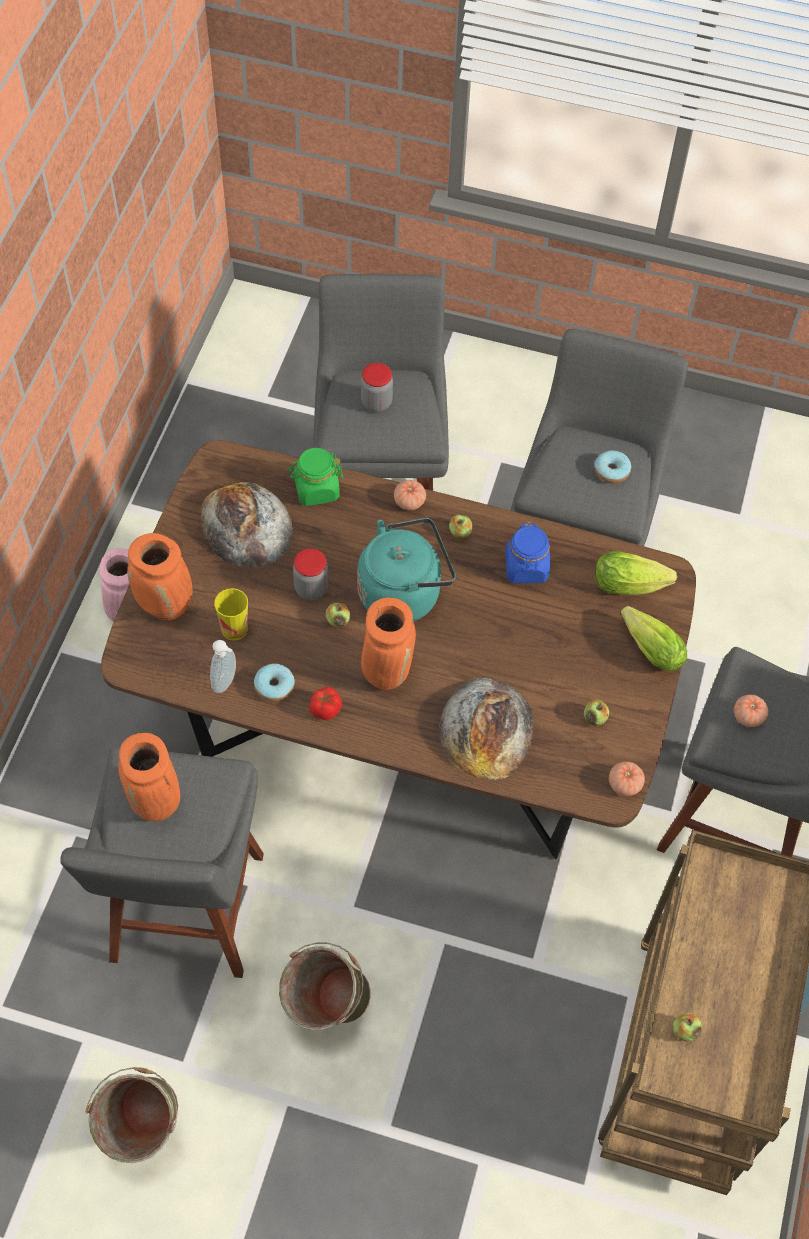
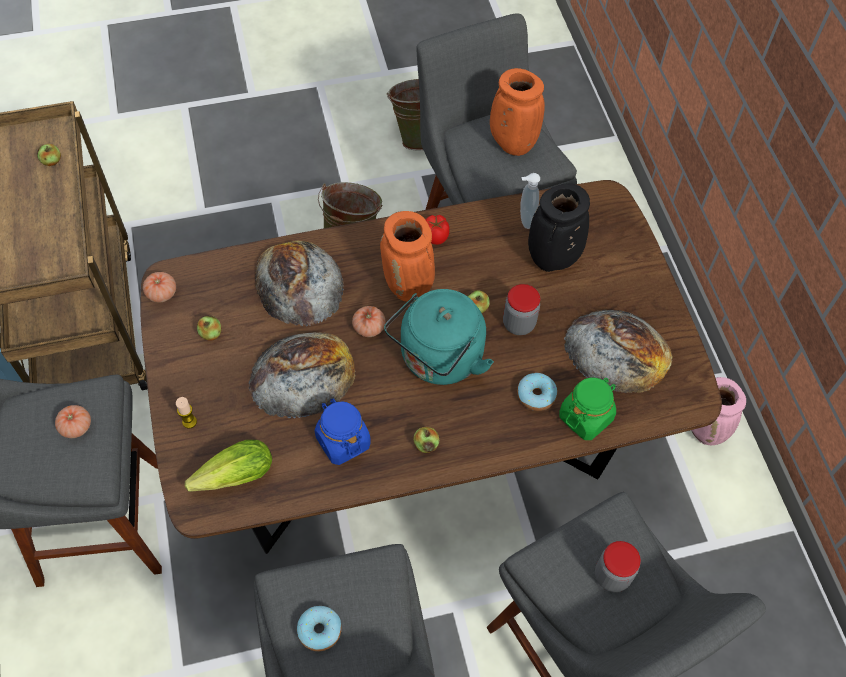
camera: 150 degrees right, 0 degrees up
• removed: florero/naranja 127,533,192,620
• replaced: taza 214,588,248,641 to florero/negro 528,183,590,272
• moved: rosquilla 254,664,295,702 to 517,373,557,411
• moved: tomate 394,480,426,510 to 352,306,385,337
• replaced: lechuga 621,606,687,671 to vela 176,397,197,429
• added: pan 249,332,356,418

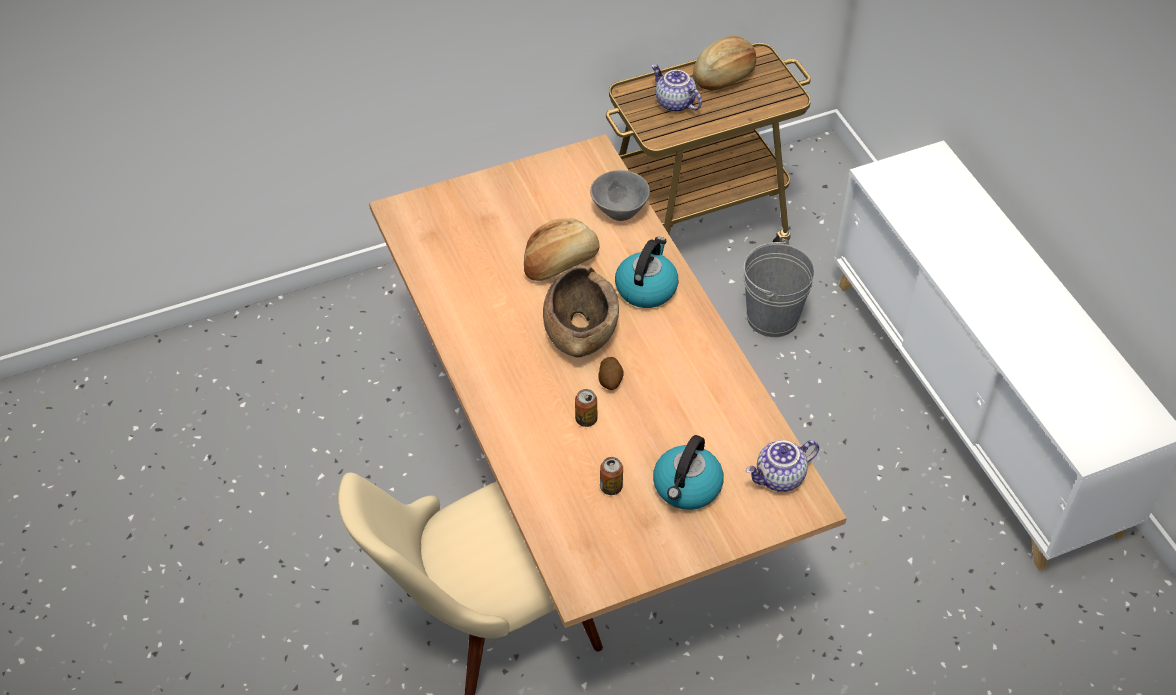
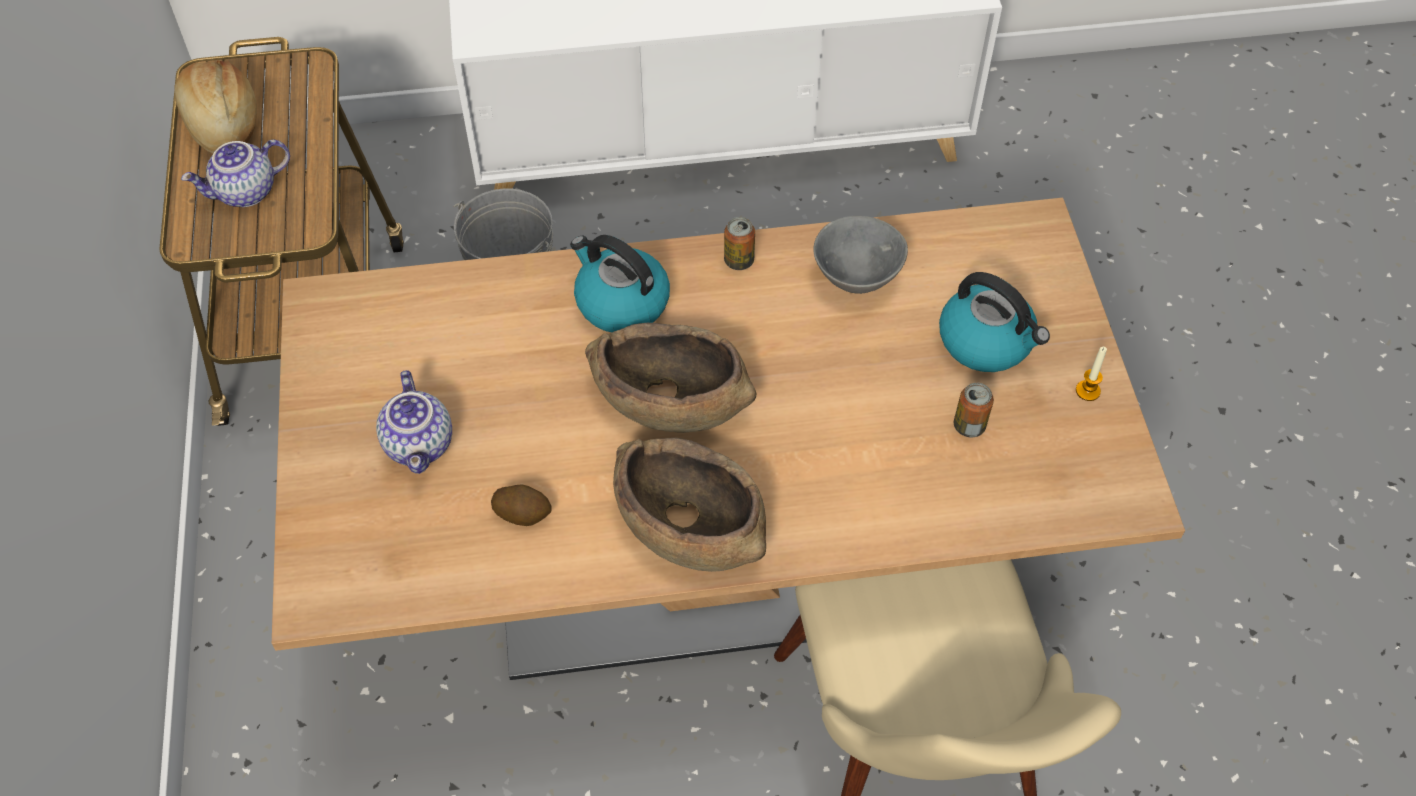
camera: 75 degrees left, 5 degrees up
• removed: pan 524,218,600,281
• moved: lata 575,389,597,427 to 724,217,755,270
• moved: cuenco/gris 590,170,650,221 to 813,216,908,294
• moved: patata 598,357,624,390 to 491,484,552,526
• moved: tetera 746,440,819,492 to 376,370,452,474
• added: cuenco/marrón 613,438,766,572
• added: vela 1076,347,1107,401

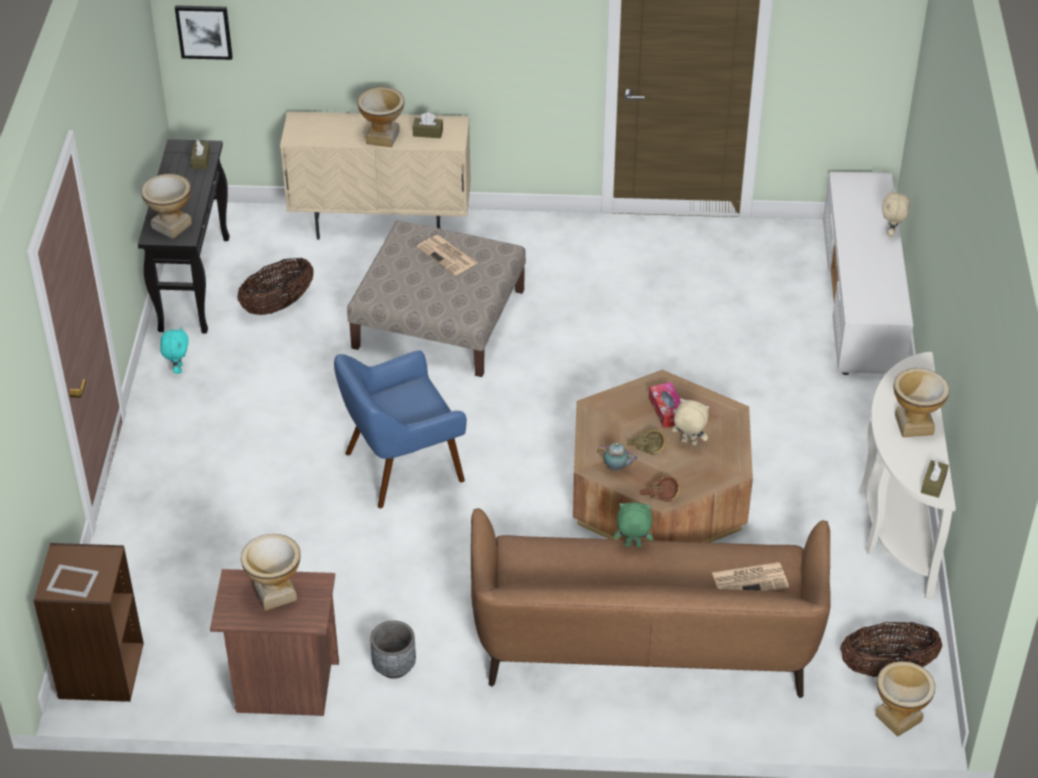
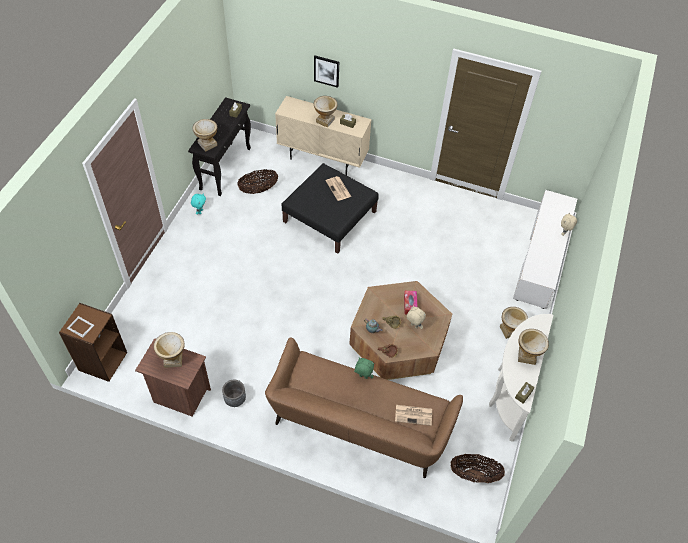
camera: 15 degrees right, 10 degrees up
• moved: cuadro 175,5,233,60 to 314,56,339,88
• removed: sillón/azul 334,350,467,508
• recoloured: puf/beis 347,220,526,377 to puf/negro 282,163,379,254
• moved: florero 875,661,935,737 to 500,307,528,339

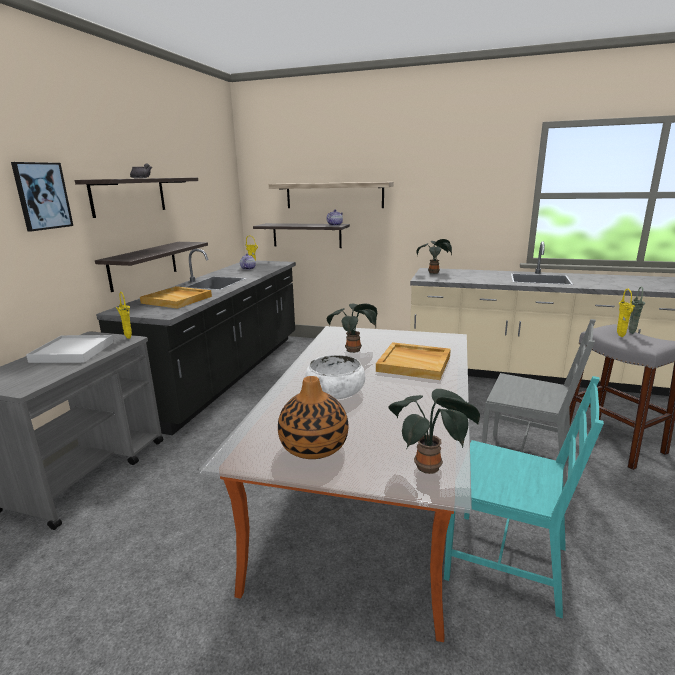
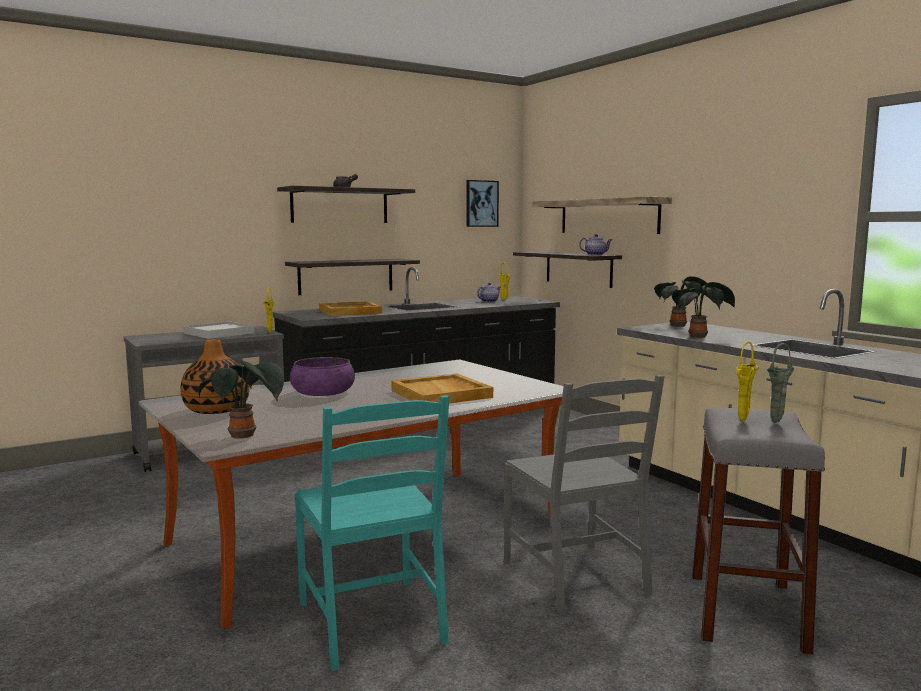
camera: 40 degrees right, 10 degrees down
• moved: cuadro 11,162,73,231 to 467,180,499,227
• recoloured: cuenco/blanco 305,355,365,399 to cuenco/morado 290,357,355,396
• moved: planta en maceta 327,304,377,353 to 671,282,735,338

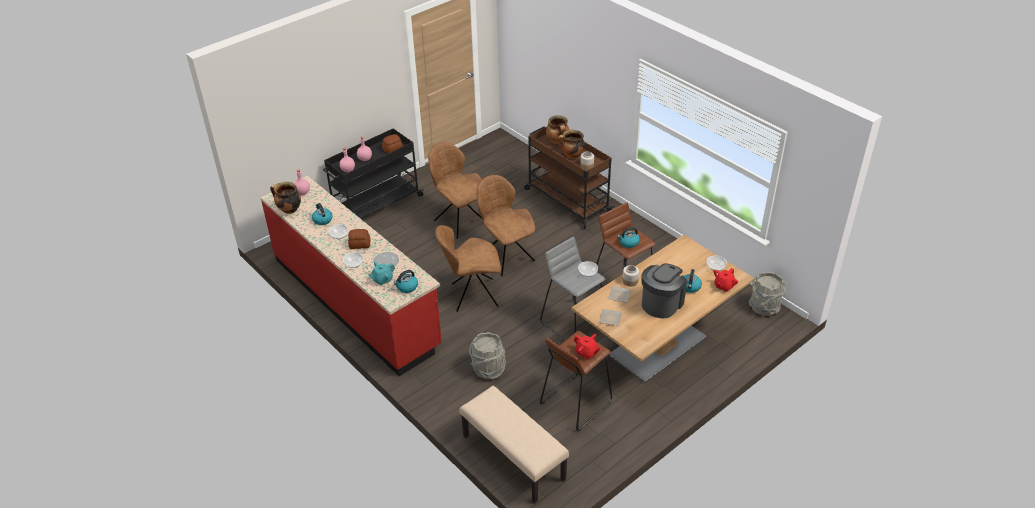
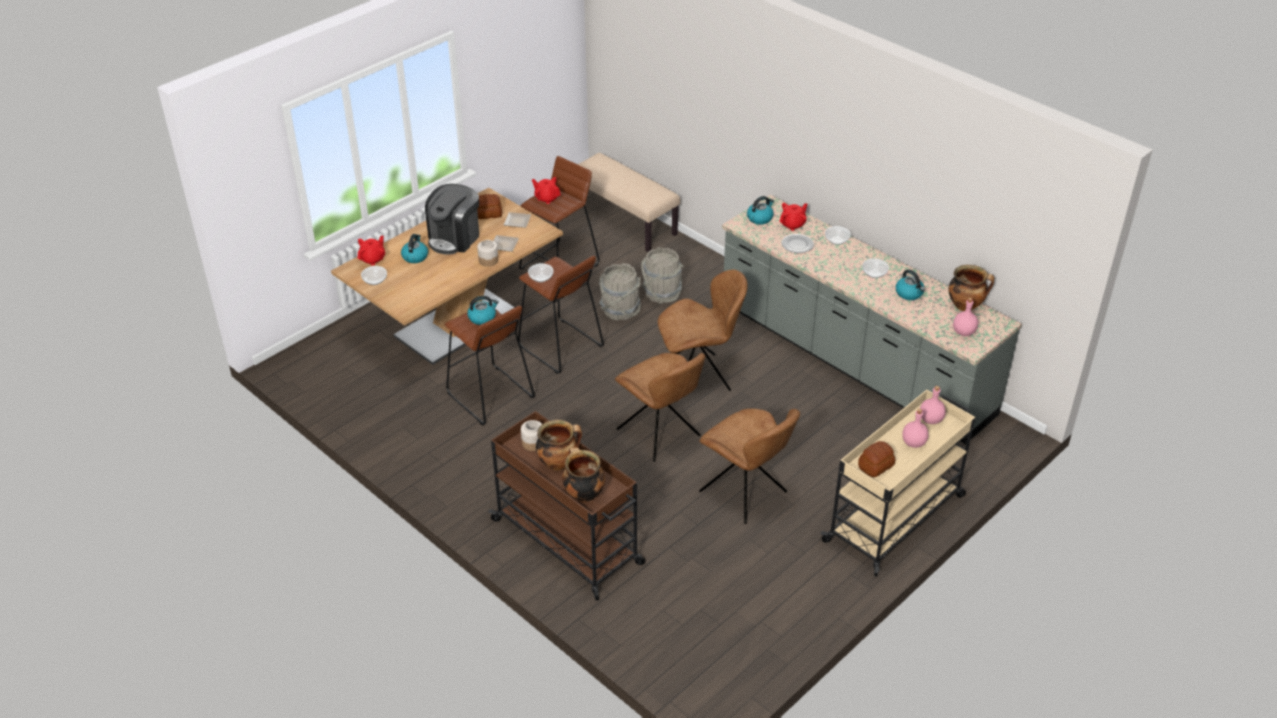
camera: 175 degrees right, 0 degrees up
• recoloured: mueble bajo de cocina/rojo 260,176,442,376 to mueble bajo de cocina/gris 722,195,1022,444
• recoloured: carrito/negro 323,128,424,219 to carrito/beis 821,390,976,576
• moved: pan 348,229,370,249 to 477,194,502,219
• recoloured: tetera/turquesa 368,262,395,285 to tetera/rojo 779,203,808,231
• recoloured: taburete/gris 540,237,606,341 to taburete/marrón 518,256,604,374
• moved: cubo/gris 749,272,786,316 to 599,263,641,320

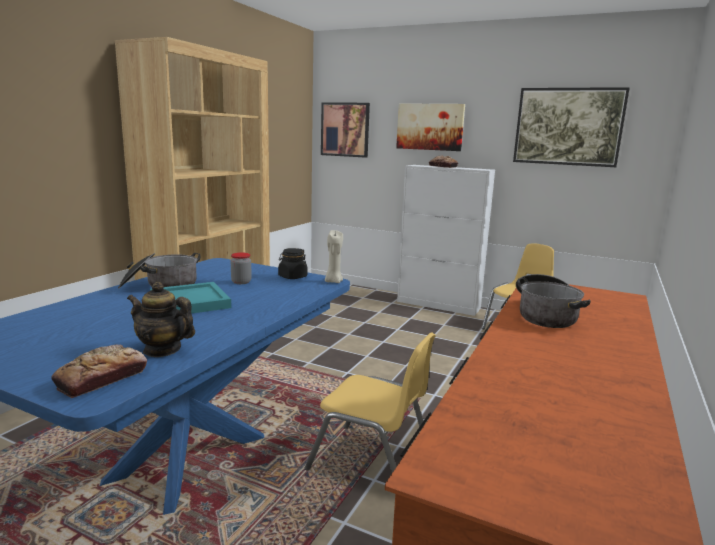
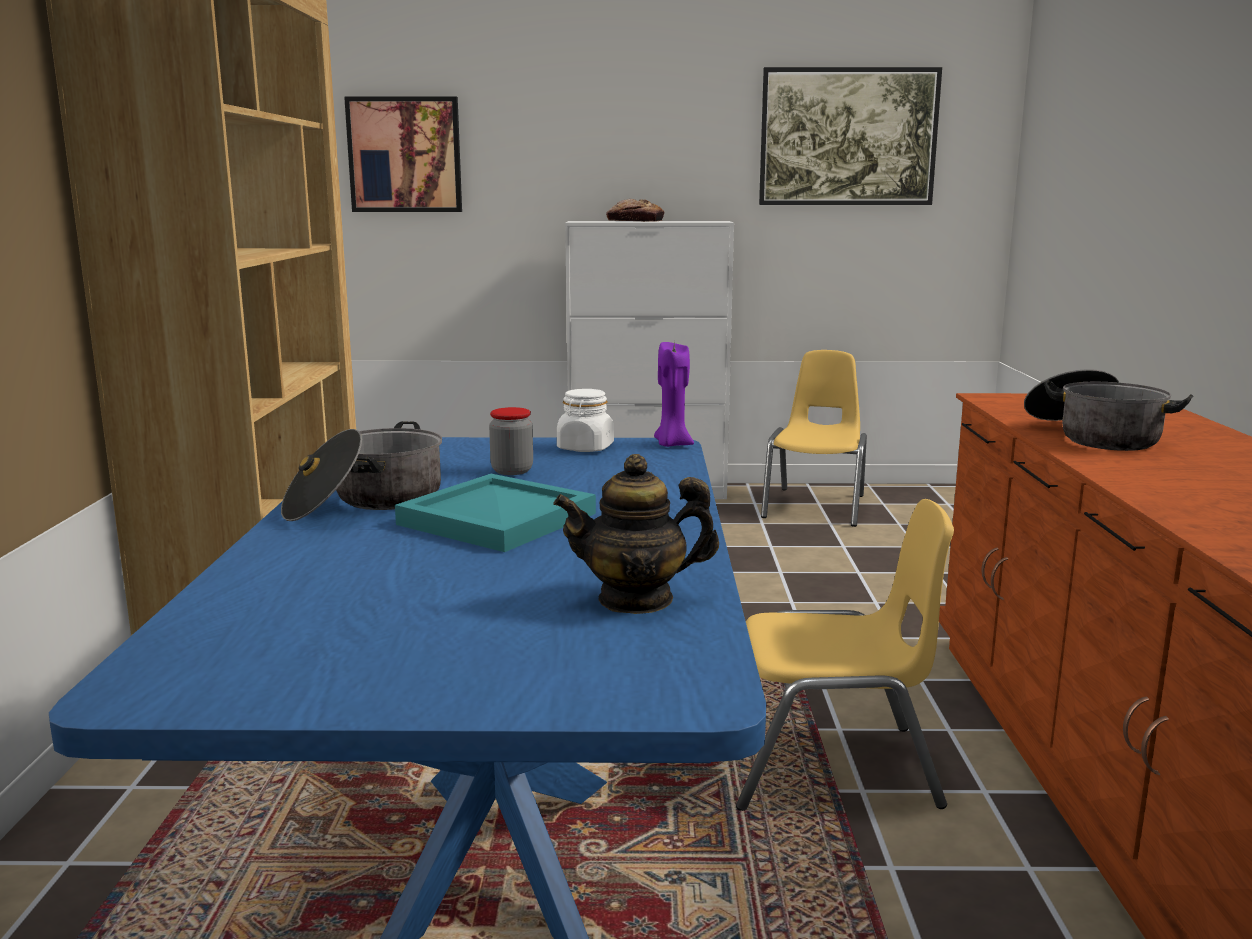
camera: 25 degrees left, 0 degrees up
• removed: pan 51,345,147,398
• recoloured: tarro/negro 278,248,307,279 to tarro/blanco 557,389,614,452
• recoloured: vela/beis 325,230,343,283 to vela/morado 654,342,694,447
• removed: cuadro 396,103,465,151

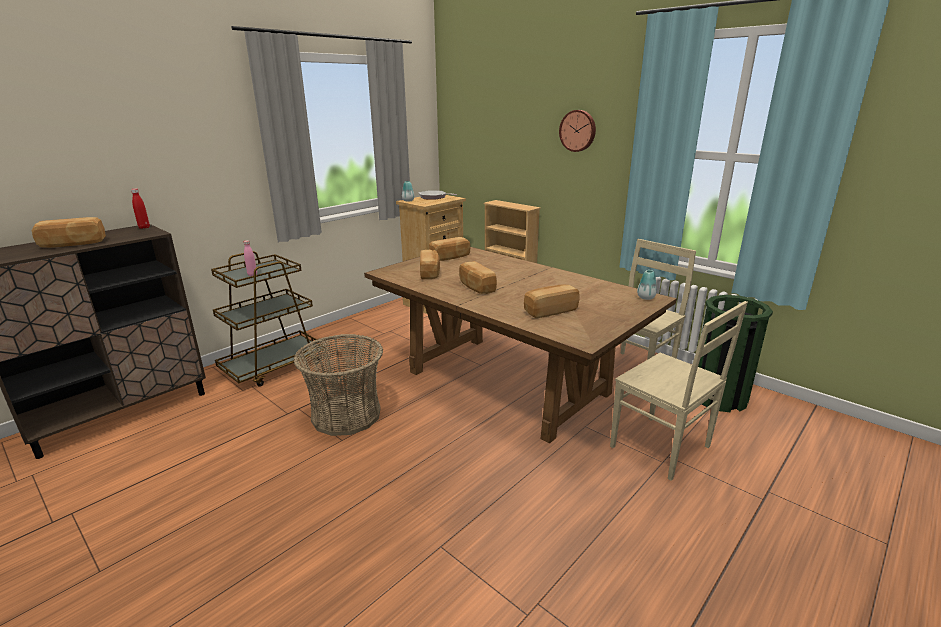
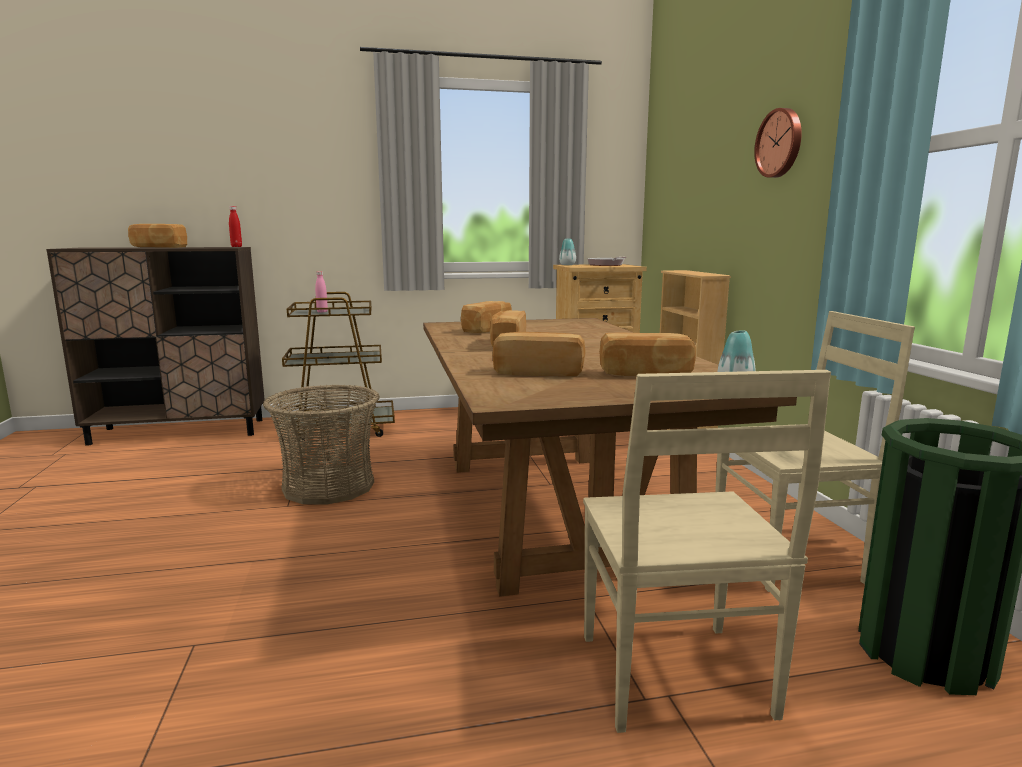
camera: 35 degrees right, 10 degrees down
• moved: pan 429,237,470,261 to 599,333,696,376

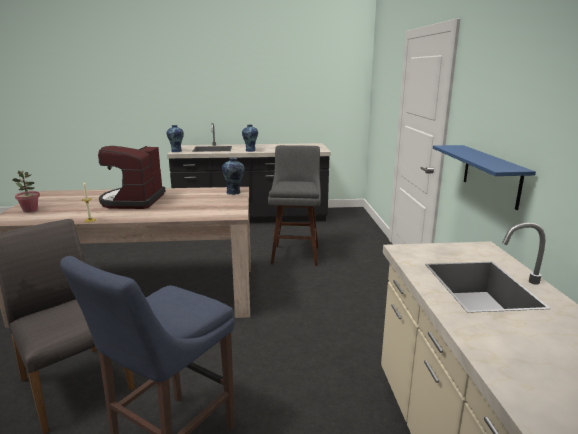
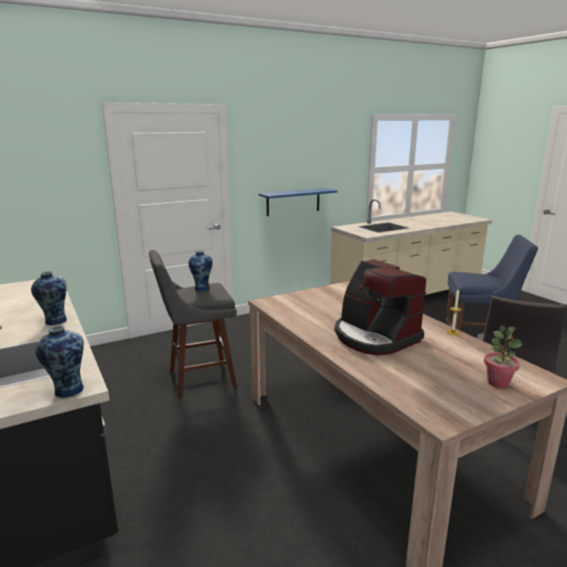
camera: 115 degrees left, 0 degrees up
• turned: cafetera 98,146,166,209 = 335,259,426,355 75 degrees clockwise
• moved: florero 222,158,245,195 to 189,251,212,292

